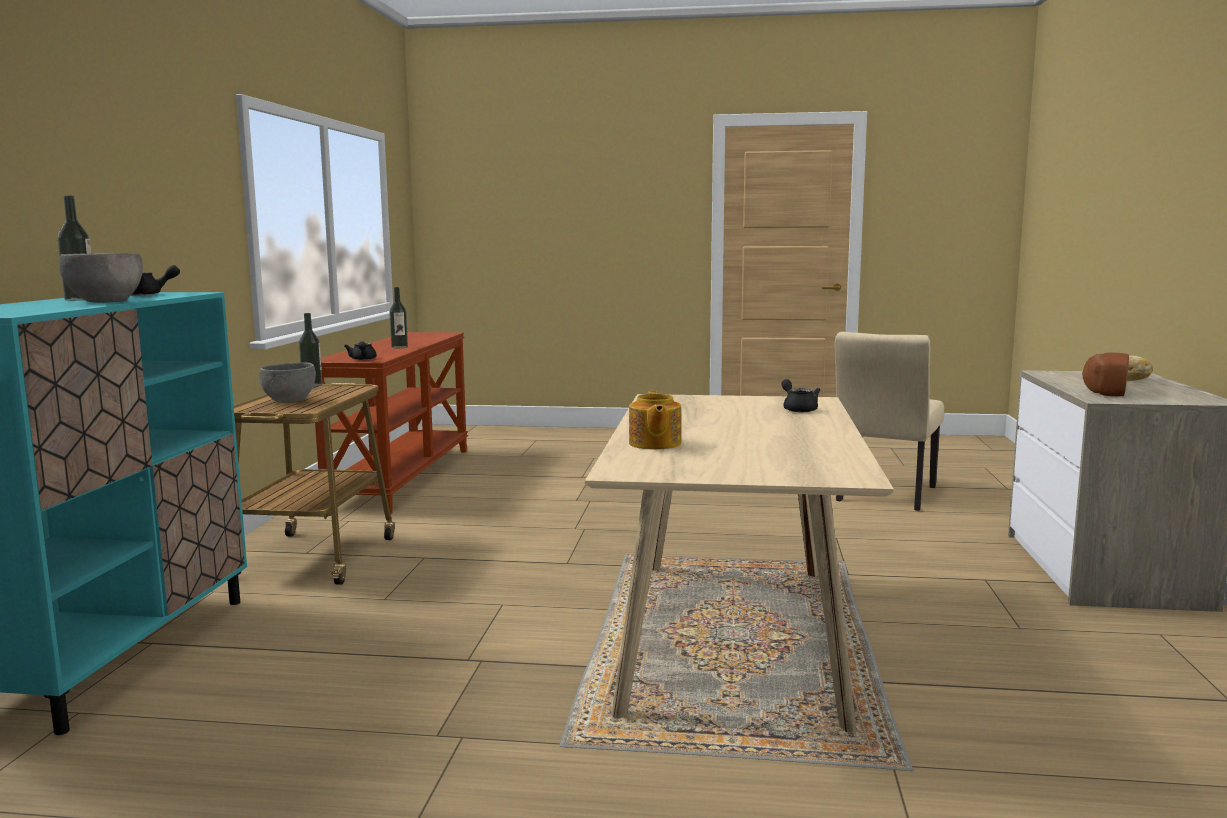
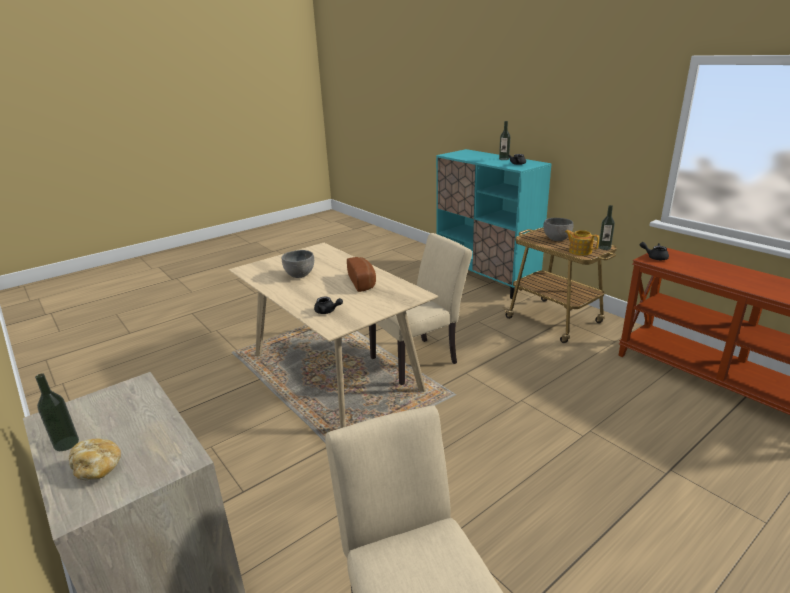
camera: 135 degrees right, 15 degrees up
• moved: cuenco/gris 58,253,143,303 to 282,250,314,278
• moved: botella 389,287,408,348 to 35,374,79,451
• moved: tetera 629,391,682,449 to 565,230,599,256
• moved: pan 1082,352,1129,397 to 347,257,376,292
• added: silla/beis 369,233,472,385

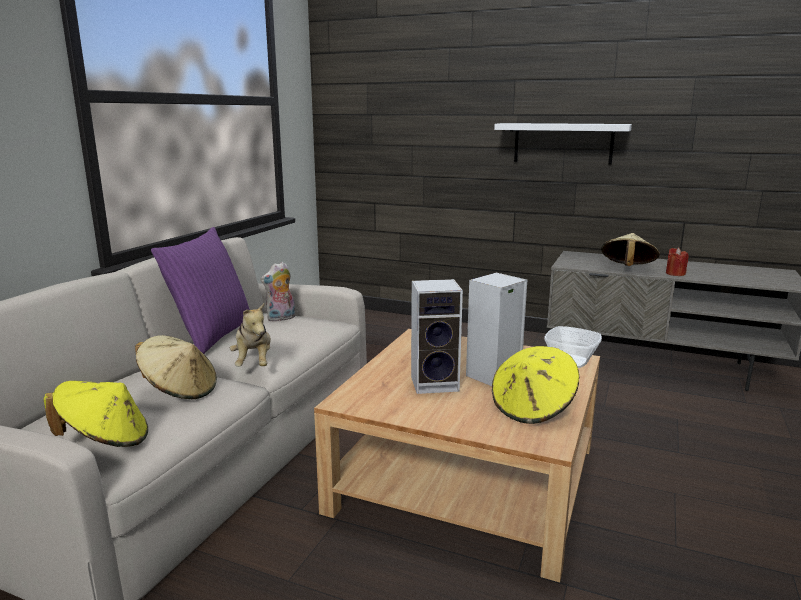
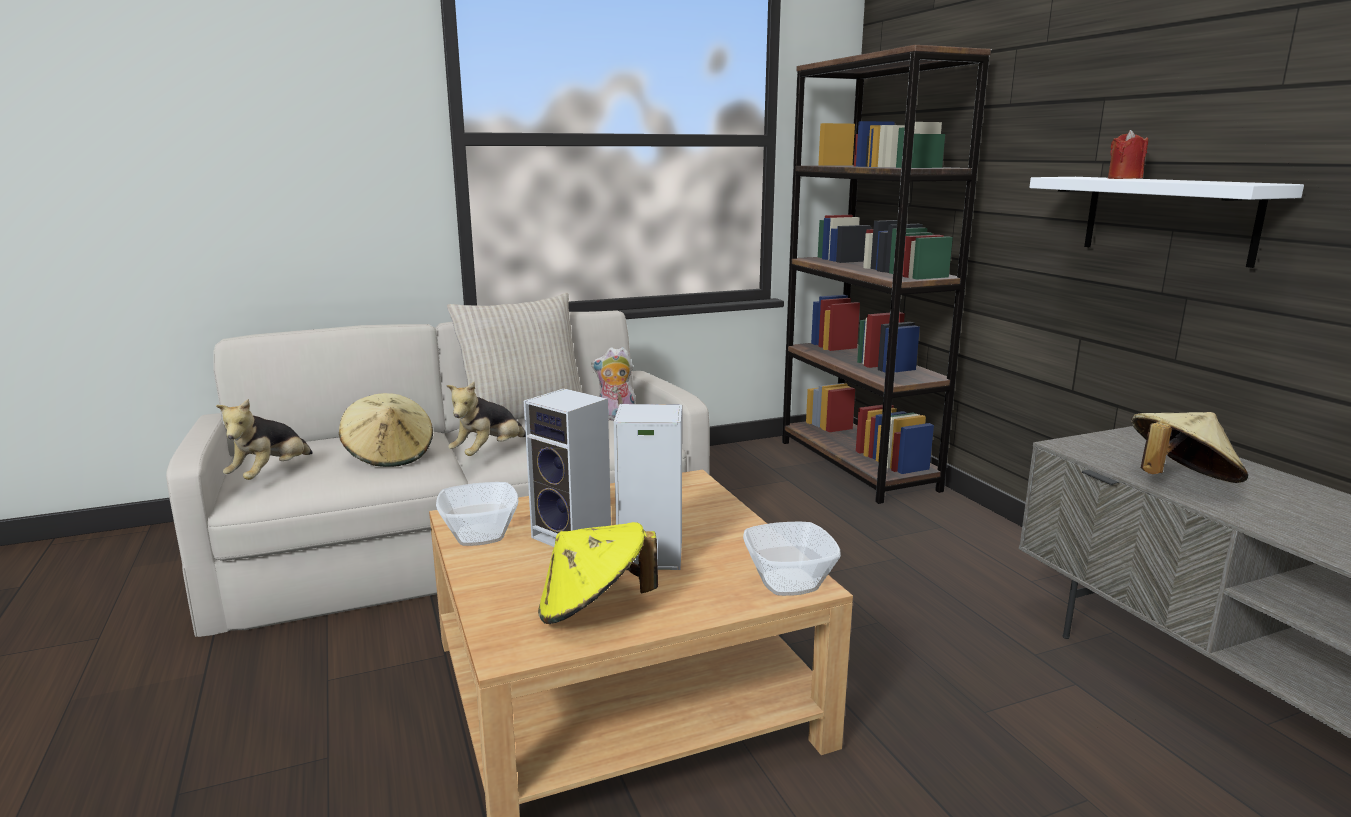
camera: 45 degrees right, 0 degrees up
• replaced: sombrero/amarillo 44,381,148,447 to peluche 216,399,313,480
• recoloured: cojín/morado 151,227,250,354 to cojín/beis 447,293,583,420
• moved: vela/rojo 666,248,689,276 to 1108,130,1148,179
• added: cuenco 436,482,518,546
• added: estantería/marrón 782,45,991,504

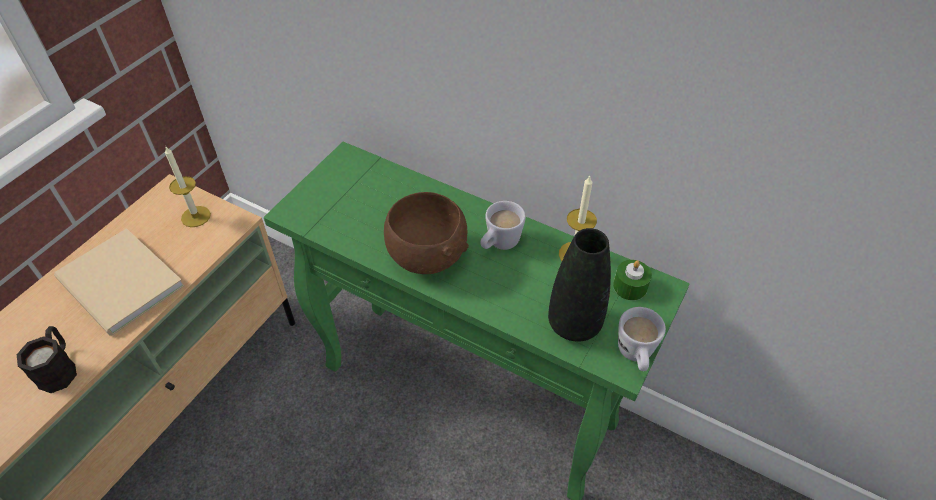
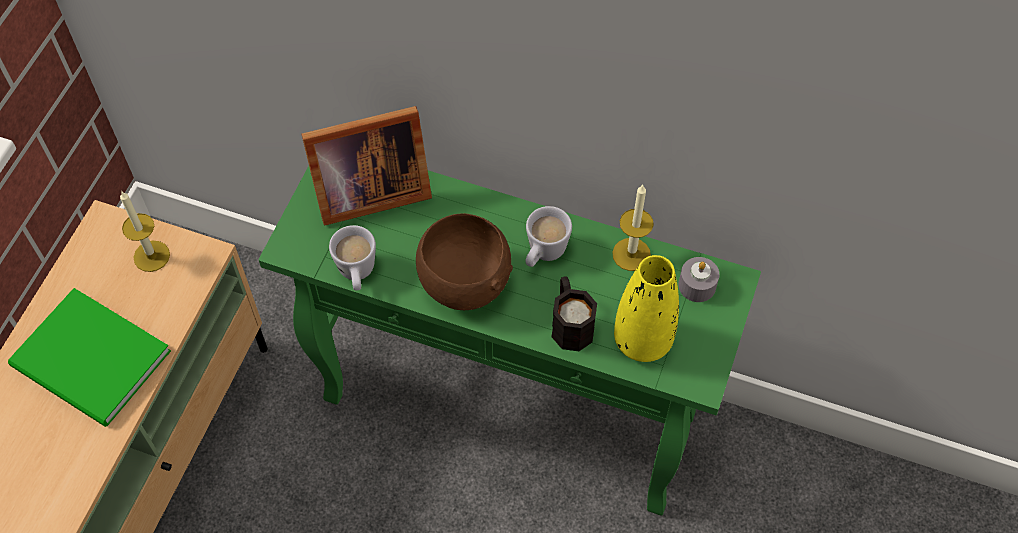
camera: 10 degrees left, 10 degrees up
• moved: taza grande/negro 17,326,77,393 to 552,276,597,351
• recoloured: libro/beis 54,228,184,336 to libro/verde 8,288,171,427
• recoloured: florero/negro 548,228,611,342 to florero/amarillo 614,255,679,362
• recoloured: vela/verde 613,260,652,300 to vela/gris 678,257,719,302
• moved: taza grande/blanco 618,307,666,371 to 329,225,376,290
• added: portarretratos 301,106,432,226

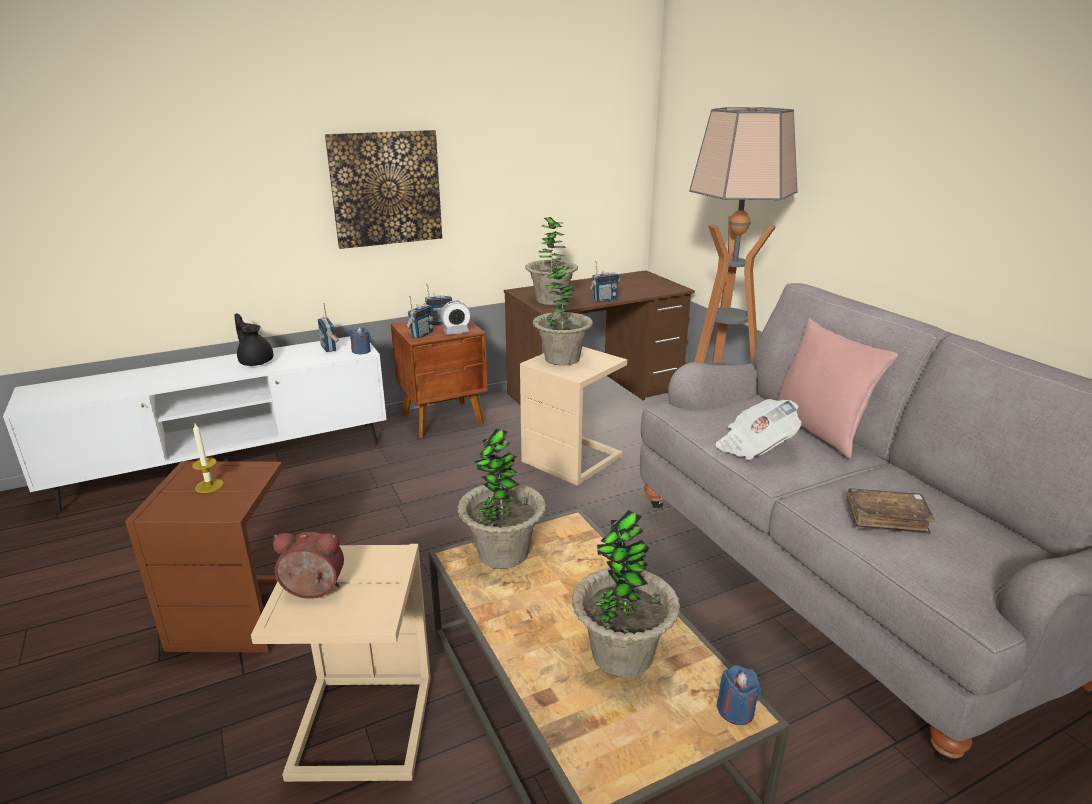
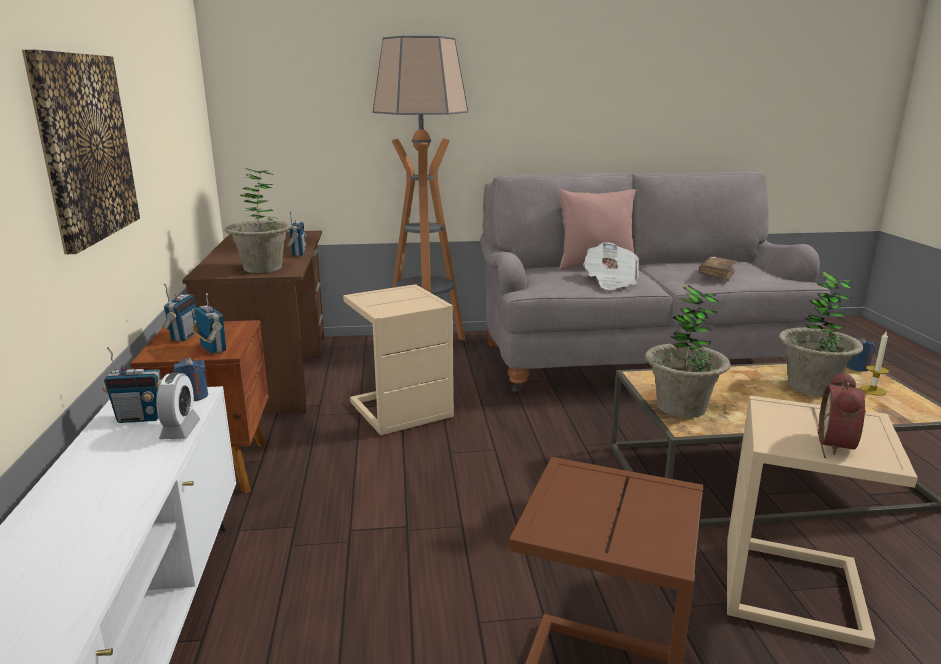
camera: 70 degrees left, 5 degrees down
• moved: vela 192,423,224,493 to 860,332,889,396
• removed: tetera/negro 234,313,273,366
• moved: despertador 440,300,471,335 to 157,372,200,439
• removed: planta en maceta 532,266,593,365

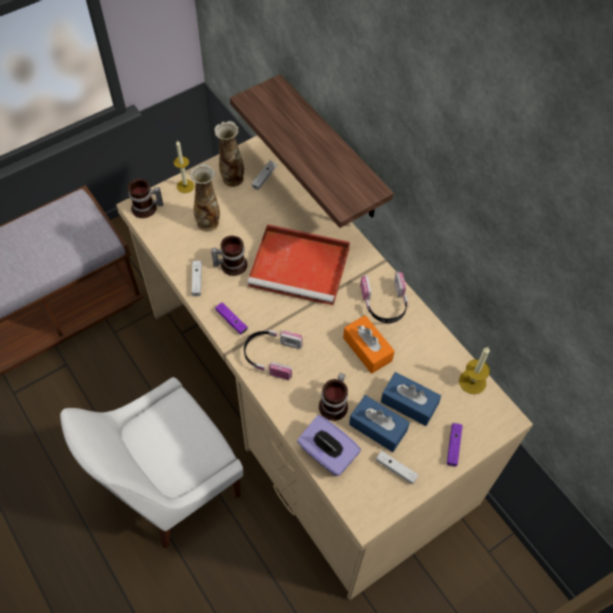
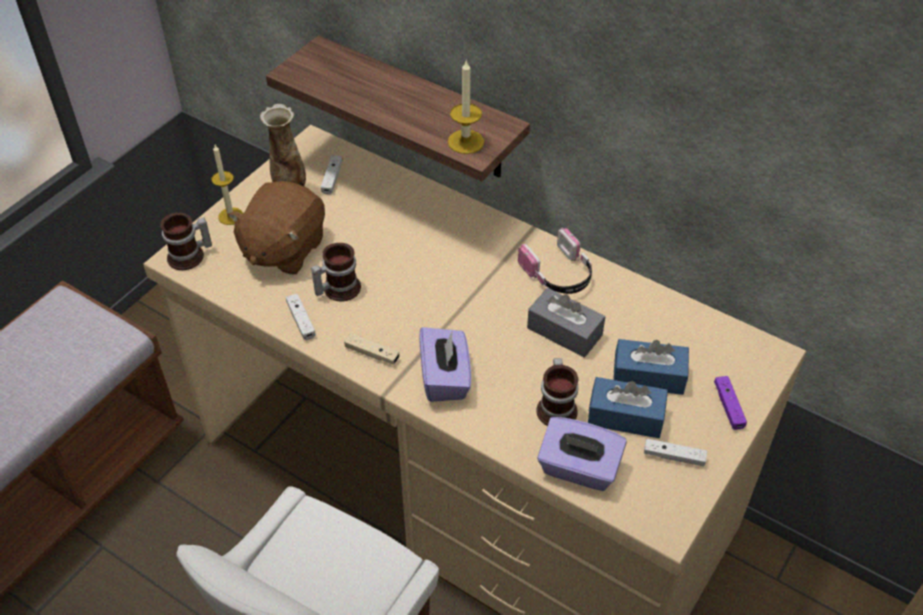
camera: 20 degrees left, 10 degrees down
• replaced: florero 190,164,220,232 to peluche/marrón 228,181,325,275
• recoloured: mando de consola/morado 215,302,248,335 to mando de consola/beis 344,333,399,365
• replaced: auriculares 244,330,303,380 to caja de pañuelos/morado 419,327,471,402
• removed: bandeja/rojo 247,224,350,306
• recoloured: caja de pañuelos/naranja 343,315,395,374 to caja de pañuelos/gris 527,288,605,357
• moved: vela 459,347,490,394 to 448,59,484,154

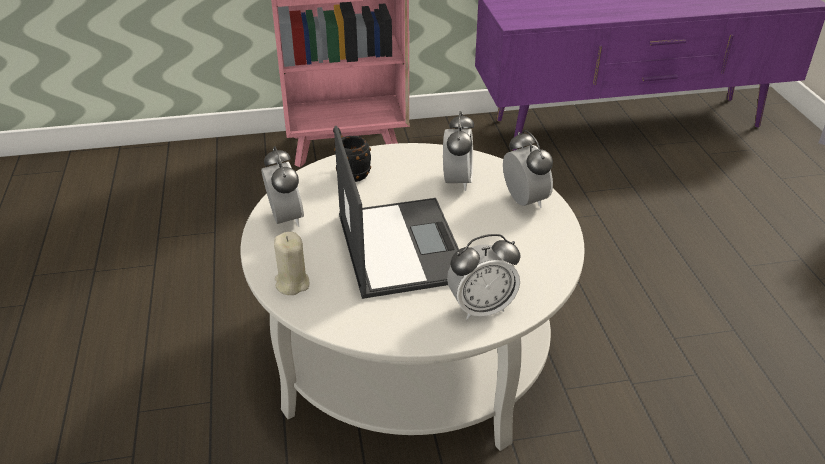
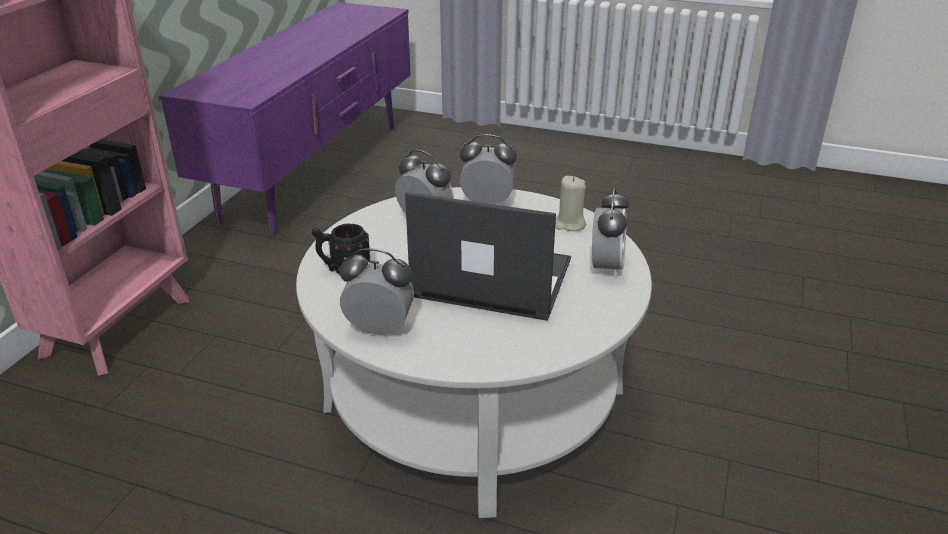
camera: 60 degrees left, 5 degrees down
• moved: vela/beis 274,232,309,295 to 555,176,586,231

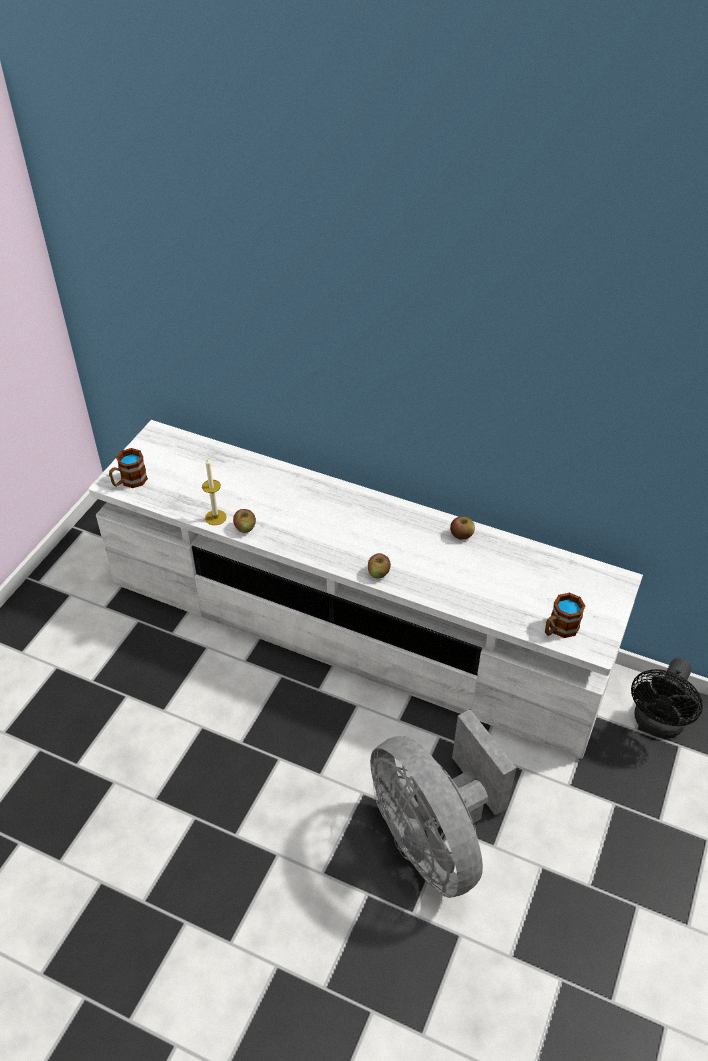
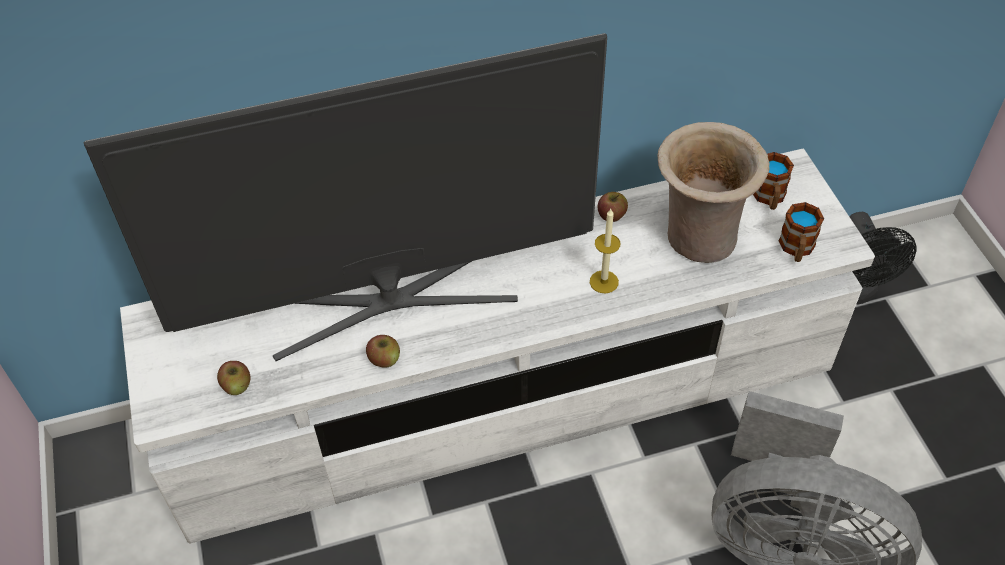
camera: 40 degrees left, 5 degrees up
• moved: taza grande 109,448,148,488 to 753,152,794,210
• moved: vela 202,459,227,525 to 590,209,620,293
• moved: manzana 368,553,391,578 to 217,361,250,395
• added: televisor 84,33,607,361
• added: florero/beis 657,122,770,263

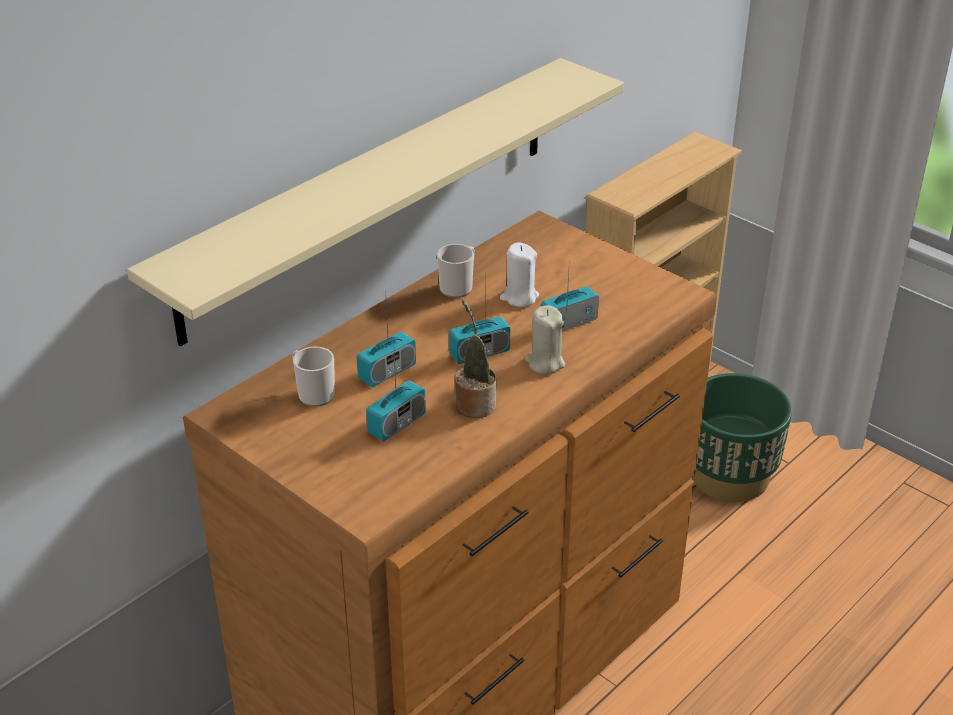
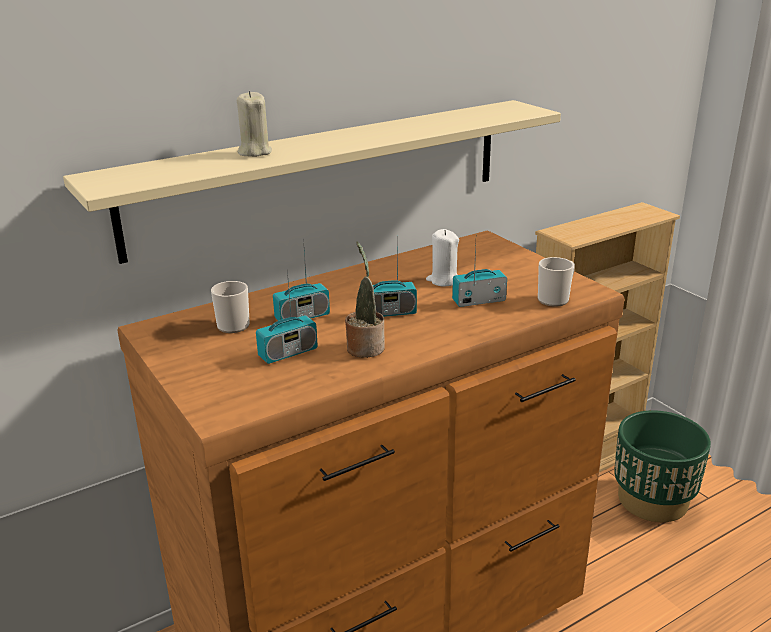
camera: 15 degrees right, 10 degrees down
• moved: taza grande 437,244,475,298 to 538,257,575,307
• moved: vela/beis 525,305,565,374 to 237,91,272,157

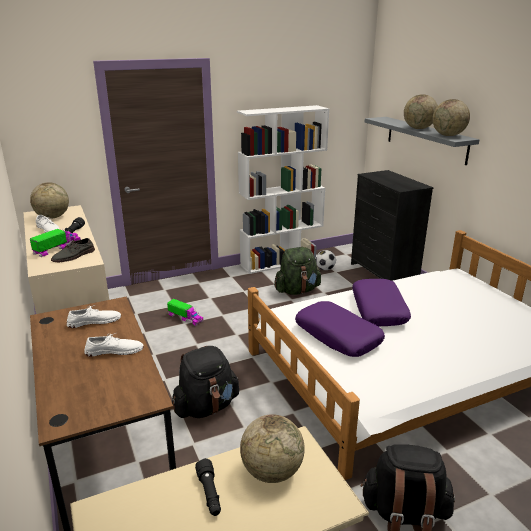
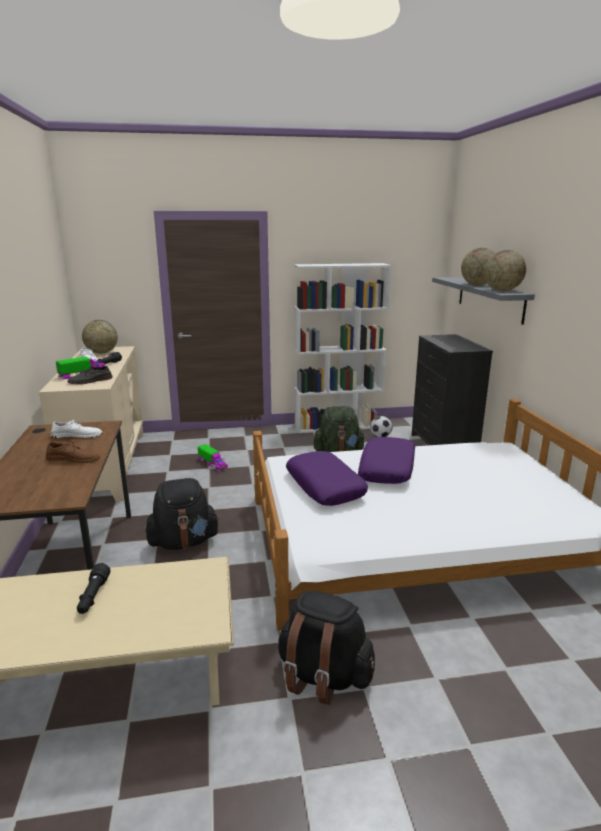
camera: 15 degrees right, 5 degrees down
• recoloured: zapato/blanco 84,333,144,357 to zapato/marrón 46,441,100,463
• removed: globo terráqueo 240,414,305,483

